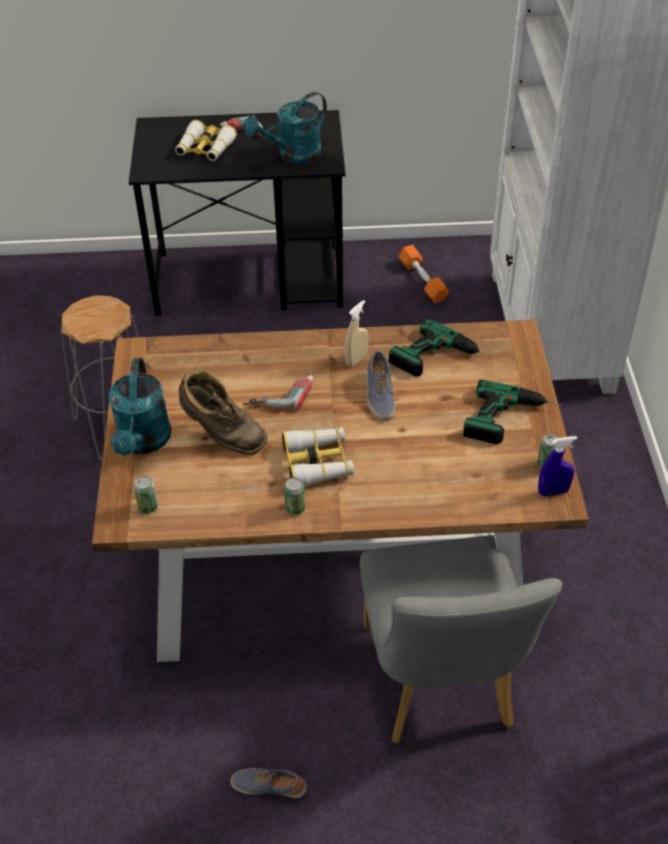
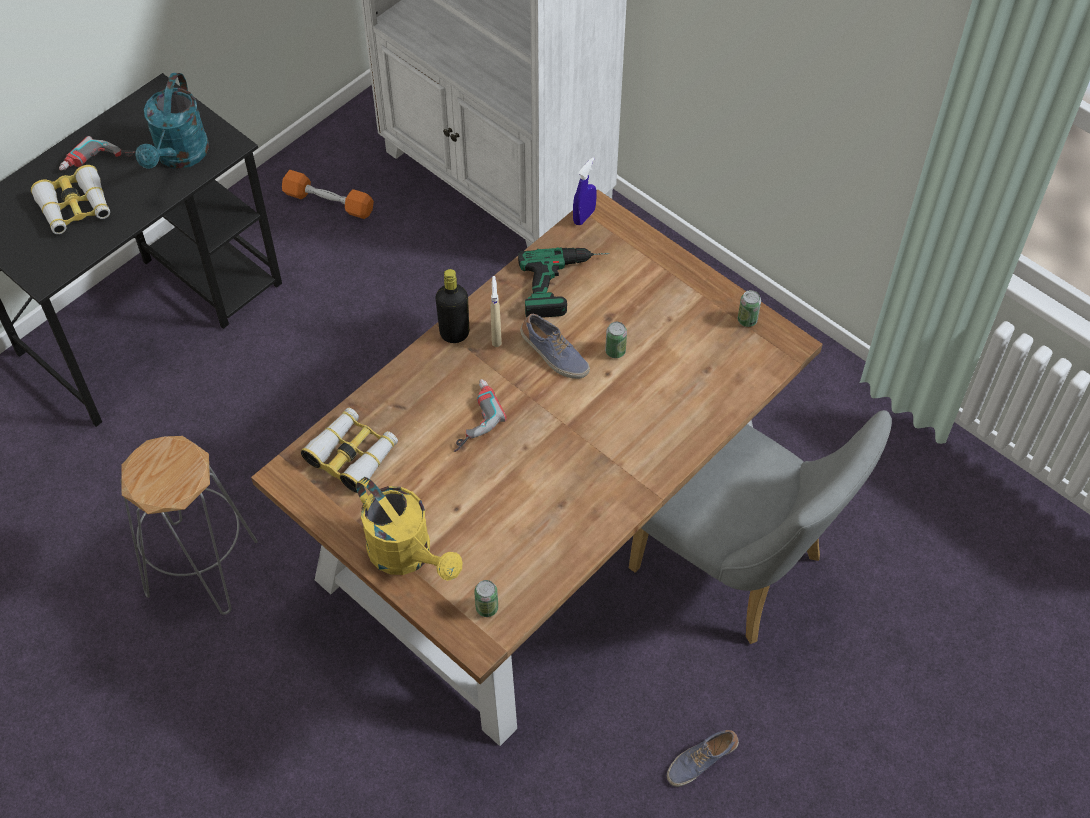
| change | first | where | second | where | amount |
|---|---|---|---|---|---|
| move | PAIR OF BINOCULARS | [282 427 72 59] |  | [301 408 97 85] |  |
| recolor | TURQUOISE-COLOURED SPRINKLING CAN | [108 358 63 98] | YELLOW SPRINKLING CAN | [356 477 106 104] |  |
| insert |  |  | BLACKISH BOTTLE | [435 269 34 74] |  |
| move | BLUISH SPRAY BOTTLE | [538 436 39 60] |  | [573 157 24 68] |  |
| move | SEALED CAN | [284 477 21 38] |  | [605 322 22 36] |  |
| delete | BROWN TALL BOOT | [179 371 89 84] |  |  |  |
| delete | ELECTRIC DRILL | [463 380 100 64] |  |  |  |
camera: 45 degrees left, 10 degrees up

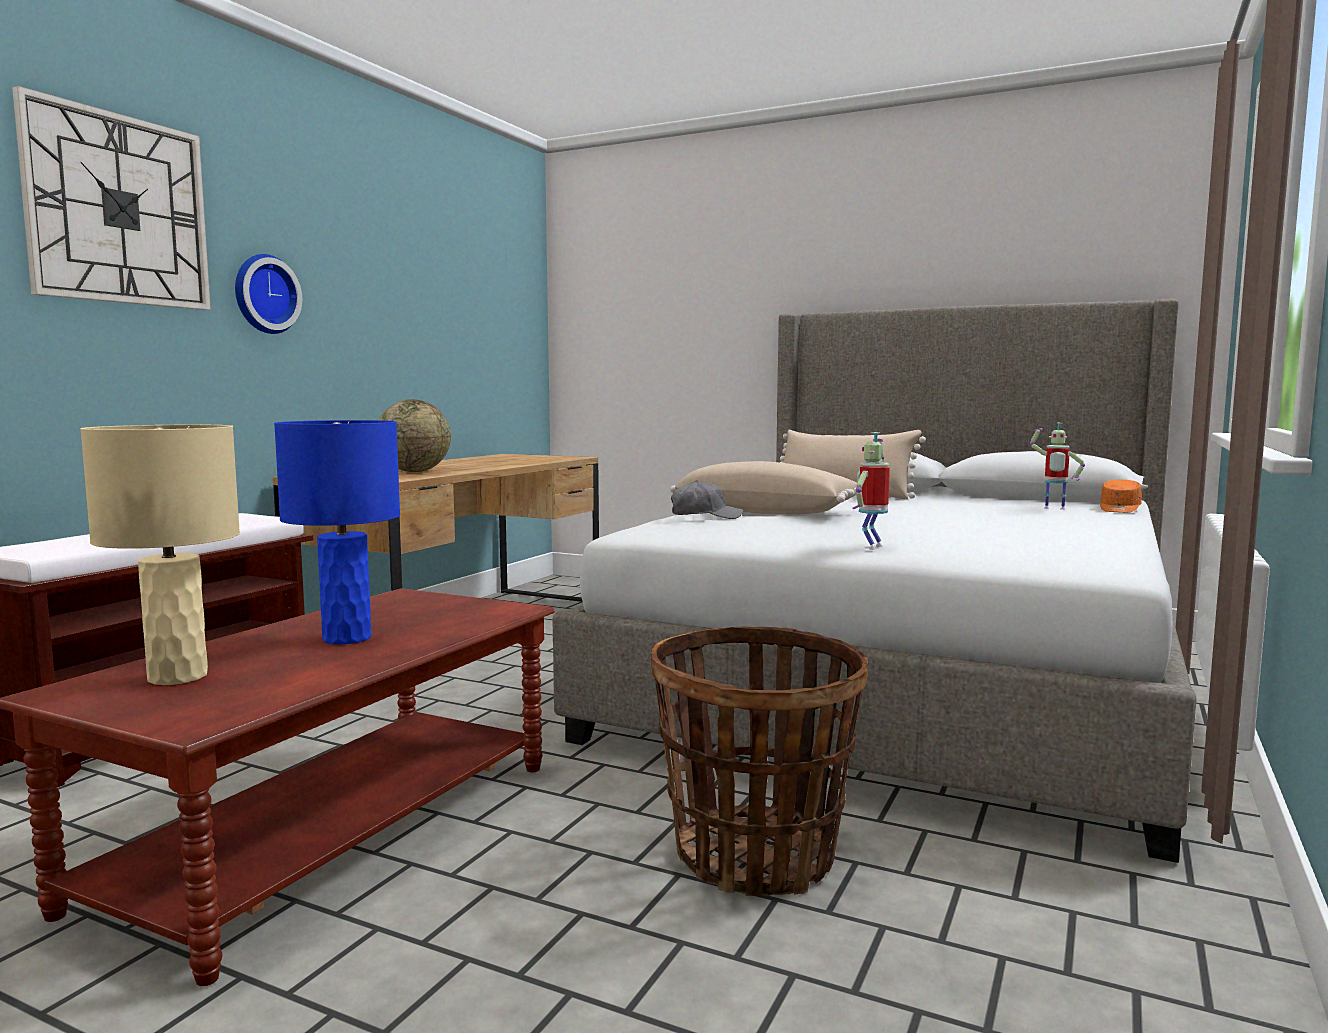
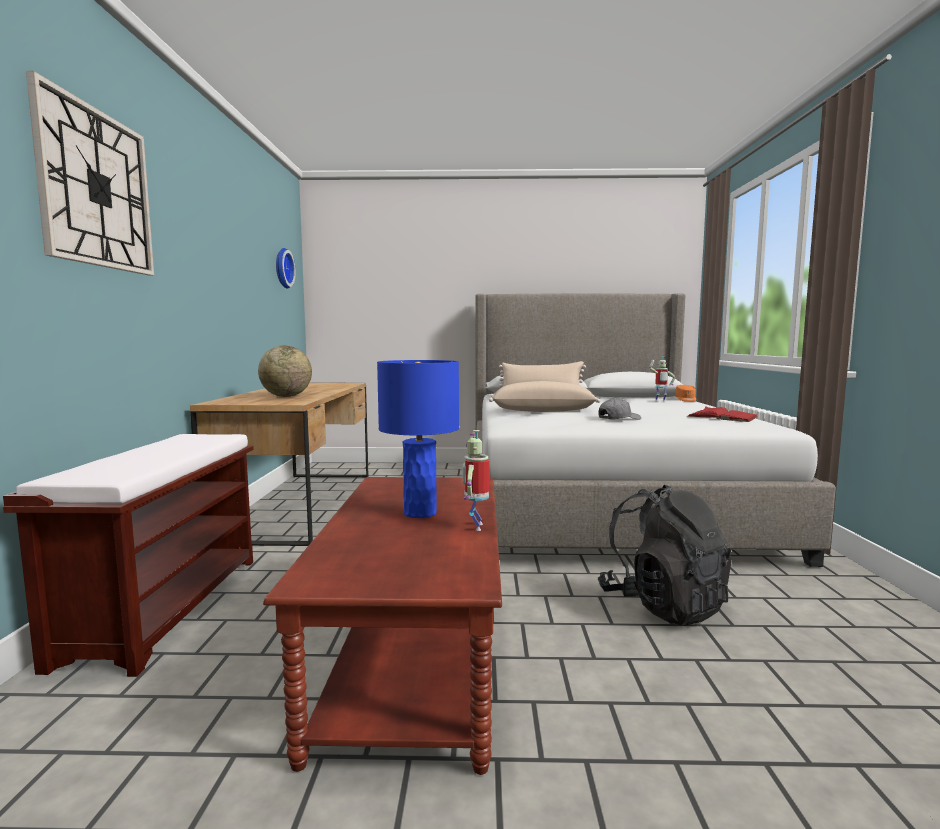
| change | first | where | second | where | amount |
|---|---|---|---|---|---|
| move | CLOCK ON THE WALL | [235 254 67 80] |  | [276 248 20 41] |  |
| move | MODEL ROBOT | [853 432 37 118] |  | [462 430 27 101] |  |
| move | GREY PEAKED CAP | [671 480 72 39] |  | [598 398 43 22] |  |
| replace | BASKET | [651 626 217 270] | BLACKISH RUCKSACK | [598 485 134 141] |  |
| insert |  |  | RED-COLOURED VOLUME | [687 406 71 16] |  |
| delete | SAND-COLOURED LAMP FOR A TABLE | [80 425 160 260] |  |  |  |
camera: 25 degrees left, 0 degrees up

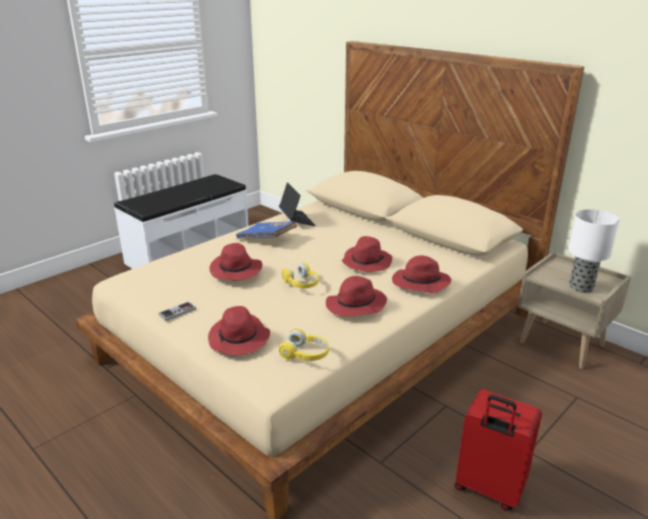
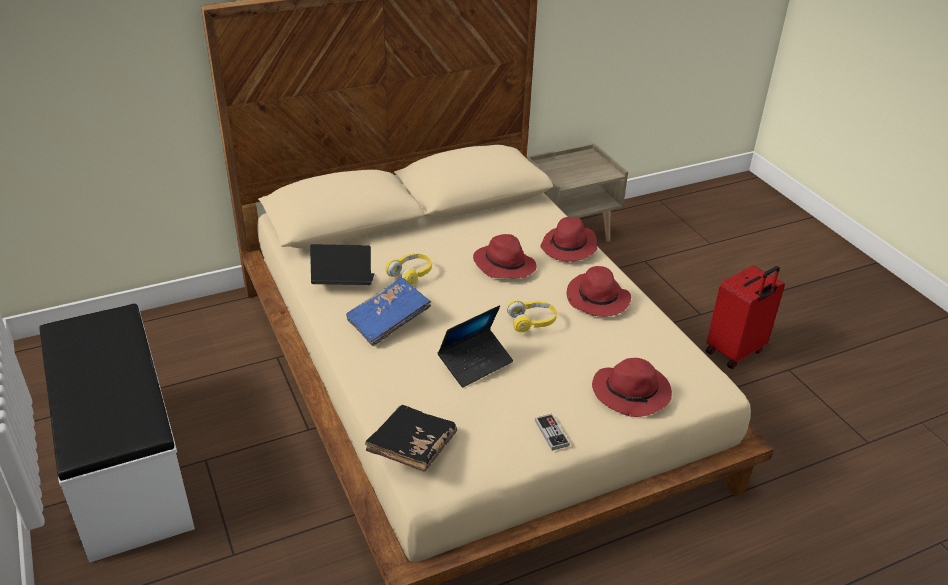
| change | first | where | second | where | amount |
|---|---|---|---|---|---|
| insert |  |  | BLACKISH VOLUME | [365 405 92 67] |  |
| move | YELLOW HEADSET | [279 329 50 32] |  | [385 253 47 32] |  |
| replace | RED-COLOURED WEARABLE HAT | [210 243 52 37] | LAPTOP | [437 305 76 83] |  |
| delete | LAMP FOR A TABLE | [569 209 51 84] |  |  |  |
camera: 70 degrees left, 10 degrees up

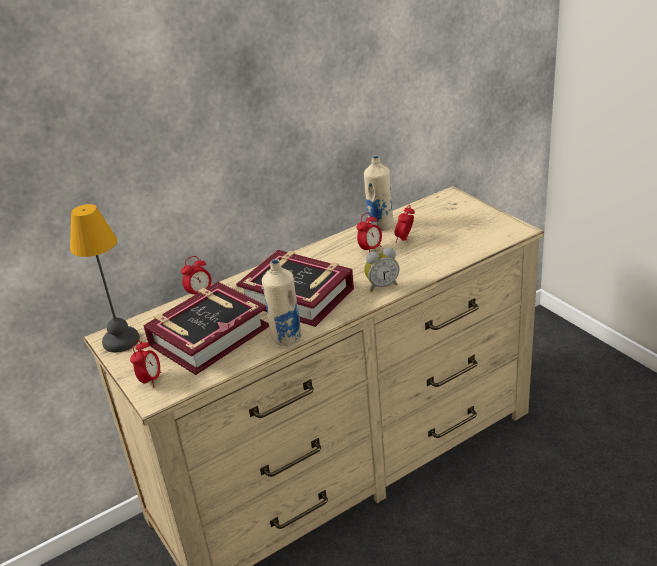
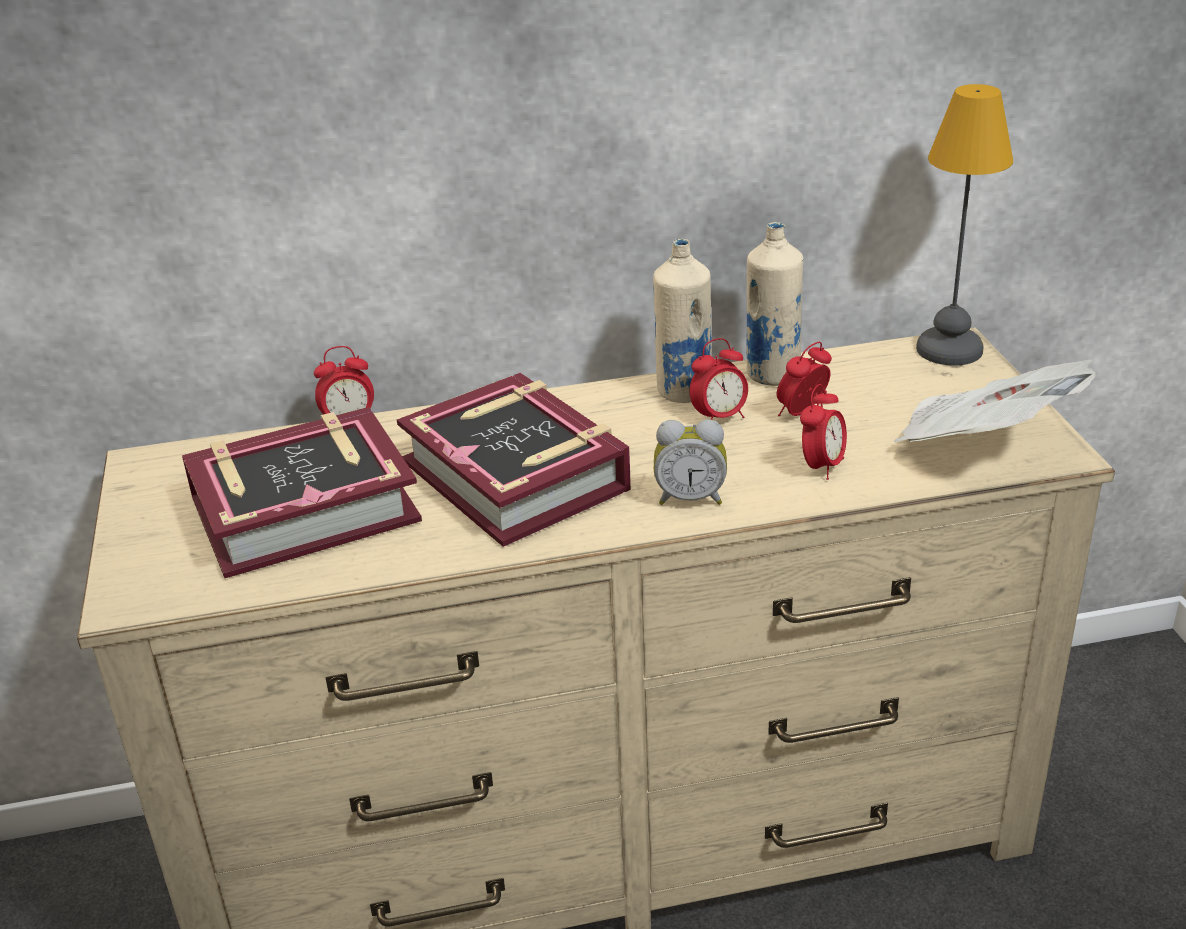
| change | first | where | second | where | amount |
|---|---|---|---|---|---|
| move | SAND-COLOURED BOTTLE | [262 259 40 87] |  | [653 239 59 164] |  |
| move | ALARM CLOCK | [130 340 31 48] |  | [800 384 47 96] |  |
| insert |  |  | PRINTED PAPER | [894 360 201 82] |  |
| move | LAMP FOR A TABLE | [70 204 70 149] |  | [916 84 97 282] |  |
camera: 20 degrees right, 0 degrees up

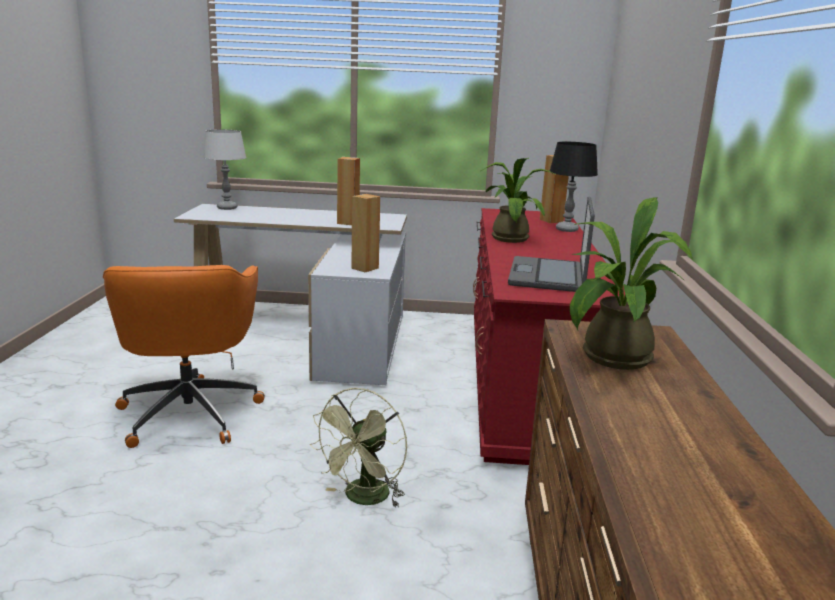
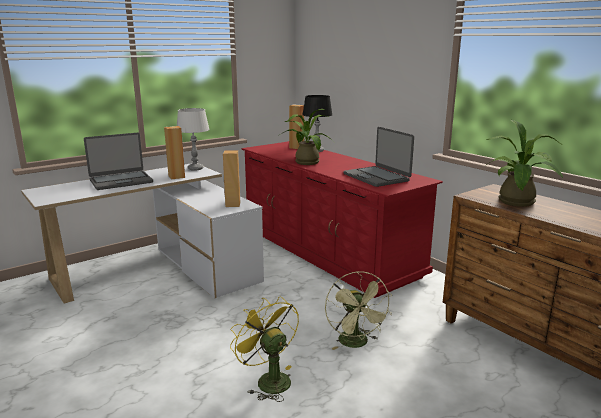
| change | first | where | second | where | amount |
|---|---|---|---|---|---|
| insert |  |  | LAPTOP | [84 133 69 57] |  |
| move | GREY LAMP FOR A TABLE | [203 130 43 80] |  | [177 108 33 63] |  |
| insert |  |  | YELLOW FAN | [230 296 69 106] |  |
| delete | ORANGE-COLOURED OFFICE CHAIR | [103 265 162 183] |  |  |  |
camera: 40 degrees left, 0 degrees up

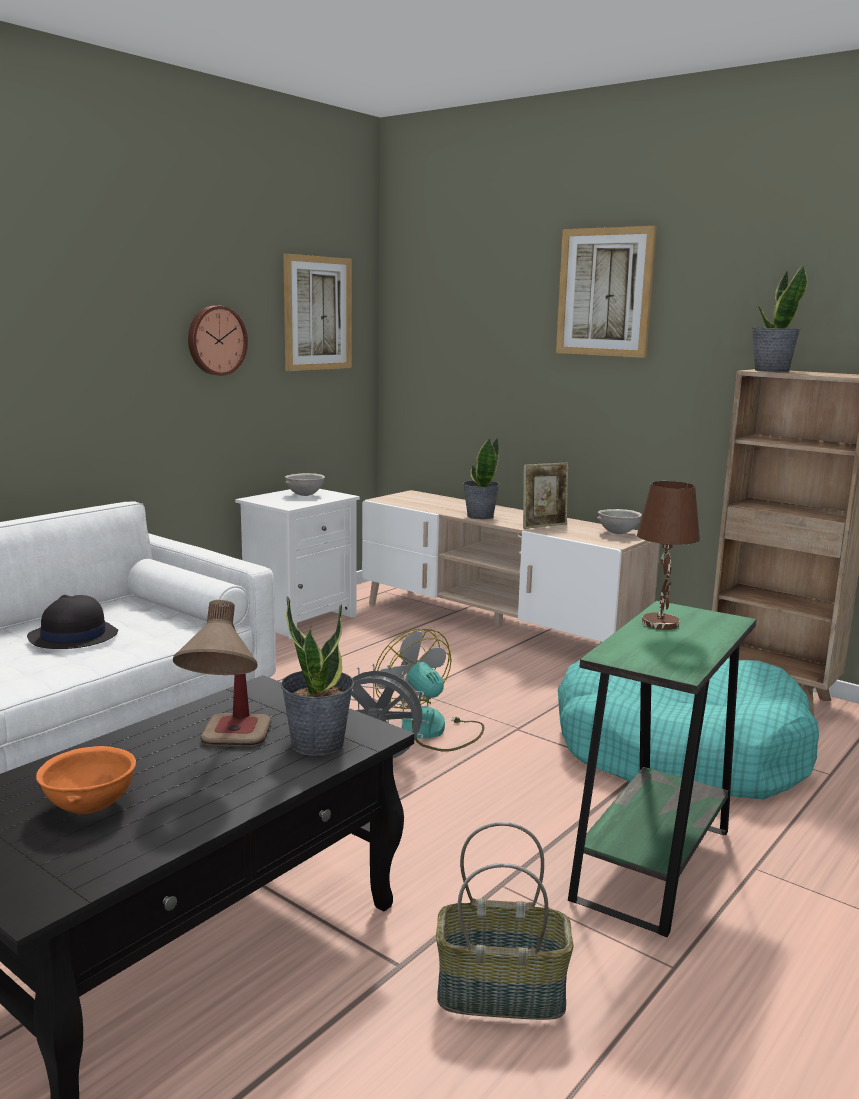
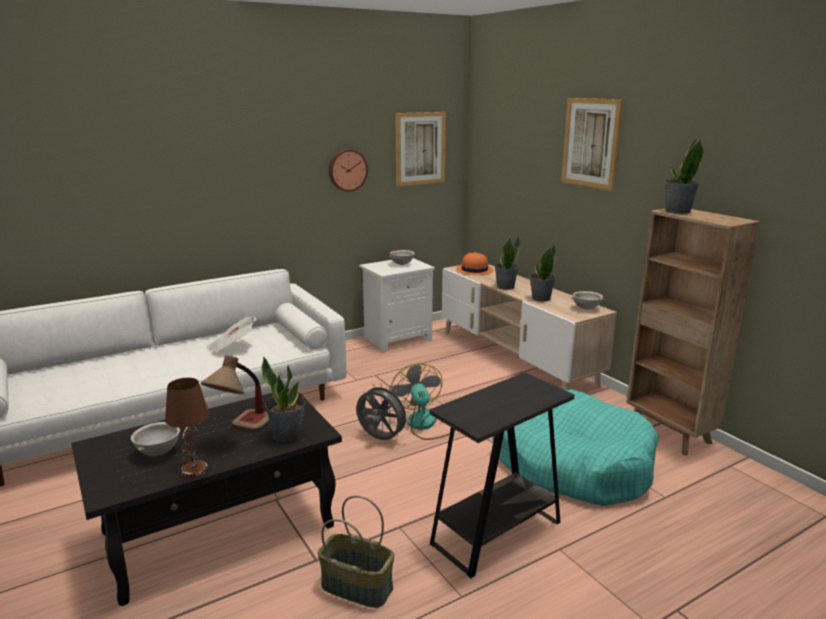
| change | first | where | second | where | amount |
|---|---|---|---|---|---|
| recolor | ORANGE-COLOURED BOWL | [36 746 100 68] | GREY BOWL | [131 422 49 34] |  |
| move | BROWN LAMP FOR A TABLE | [637 481 63 149] |  | [165 378 44 100] |  |
| replace | BLACKISH WEARABLE HAT | [27 595 91 54] | PRINTED PAPER | [207 316 50 37] |  |
| recolor | GREENISH SIDE TABLE | [568 601 188 336] | BLACKISH SIDE TABLE | [430 372 144 206] |  |
| insert |  |  | ORANGE-COLOURED WEARABLE HAT | [456 252 37 23] |  |
| replace | PICTURE FRAME | [523 463 45 66] | PLANT IN A POT | [530 245 26 56] |  |
camera: 20 degrees right, 5 degrees up

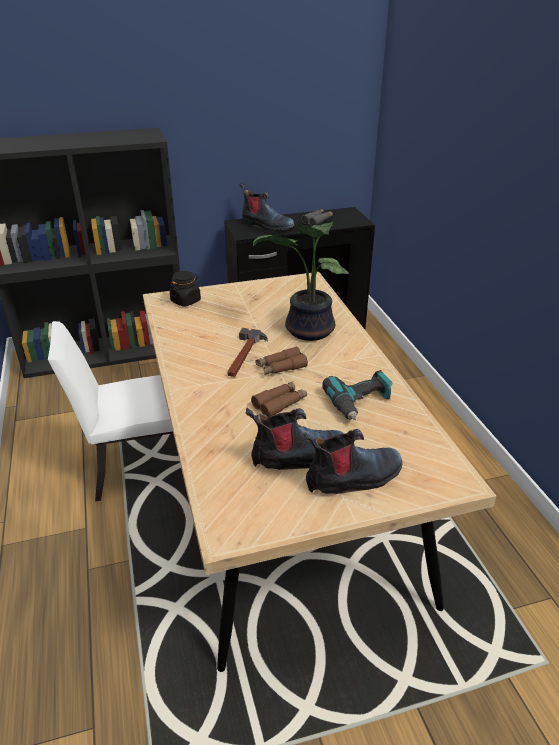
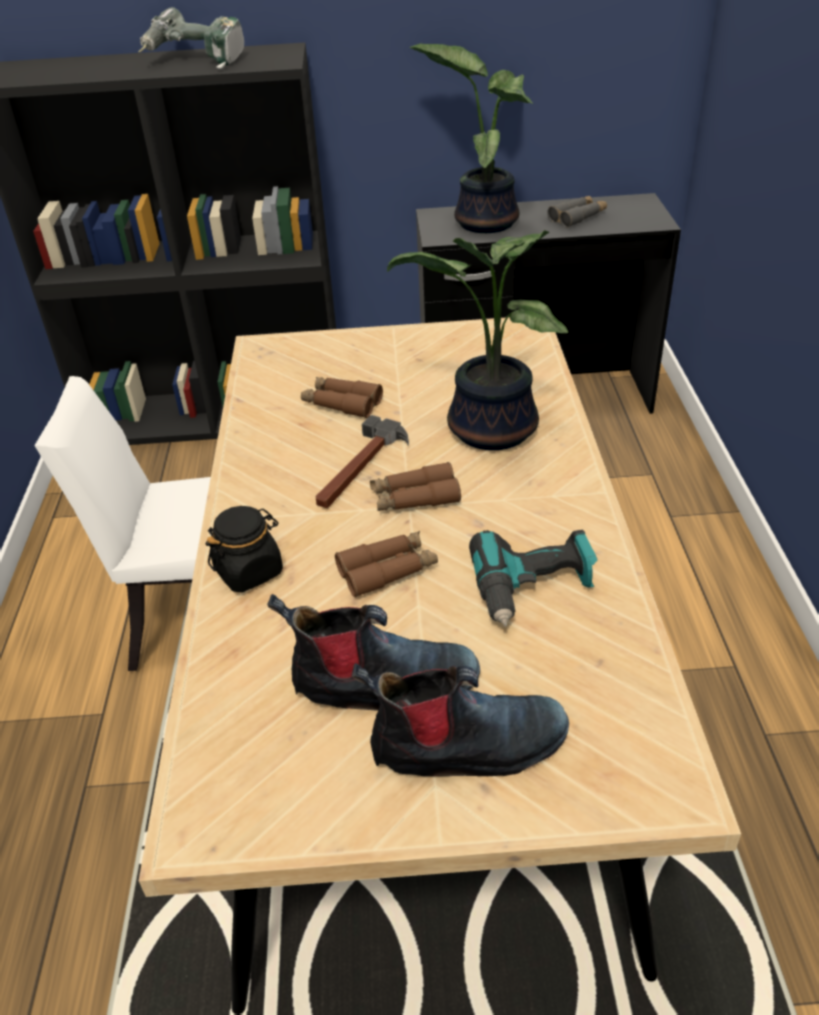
| change | first | where | second | where | amount |
|---|---|---|---|---|---|
| insert |  |  | ELECTRIC DRILL | [138 7 106 62] |  |
| move | BLACKISH PRESERVE JAR | [170 271 31 36] |  | [206 506 77 87] |  |
| insert |  |  | BROWN PAIR OF BINOCULARS | [301 377 82 41] |  |
| replace | TALL BOOT | [239 183 56 48] | PLANT IN A POT | [410 44 124 189] |  |
camera: 15 degrees right, 5 degrees up

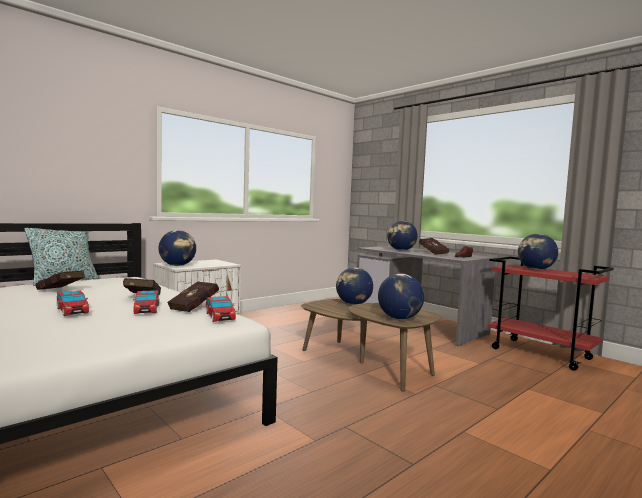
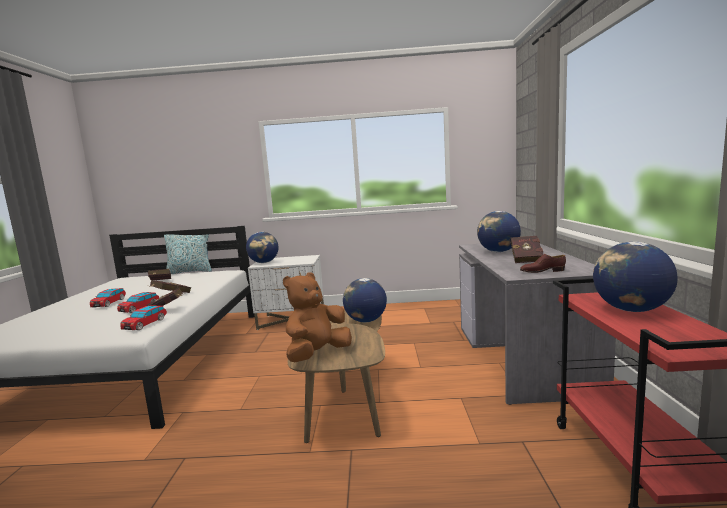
| change | first | where | second | where | amount |
|---|---|---|---|---|---|
| replace | DESK GLOBE | [378 273 46 46] | BROWN SOFT TOY | [283 272 69 90] |  |
camera: 45 degrees right, 5 degrees up

